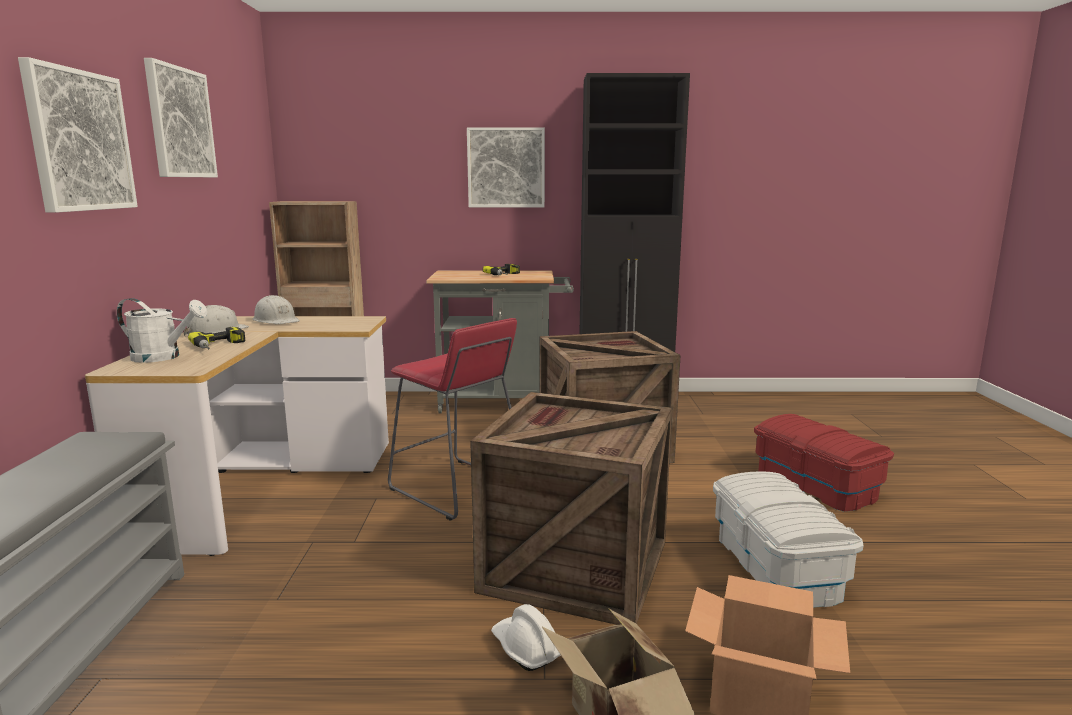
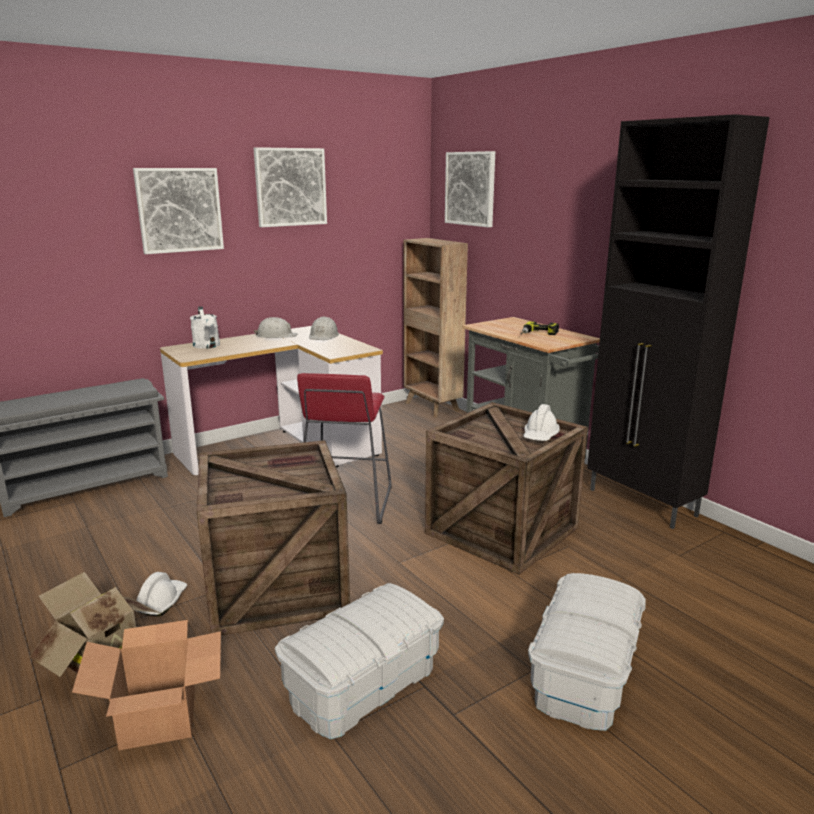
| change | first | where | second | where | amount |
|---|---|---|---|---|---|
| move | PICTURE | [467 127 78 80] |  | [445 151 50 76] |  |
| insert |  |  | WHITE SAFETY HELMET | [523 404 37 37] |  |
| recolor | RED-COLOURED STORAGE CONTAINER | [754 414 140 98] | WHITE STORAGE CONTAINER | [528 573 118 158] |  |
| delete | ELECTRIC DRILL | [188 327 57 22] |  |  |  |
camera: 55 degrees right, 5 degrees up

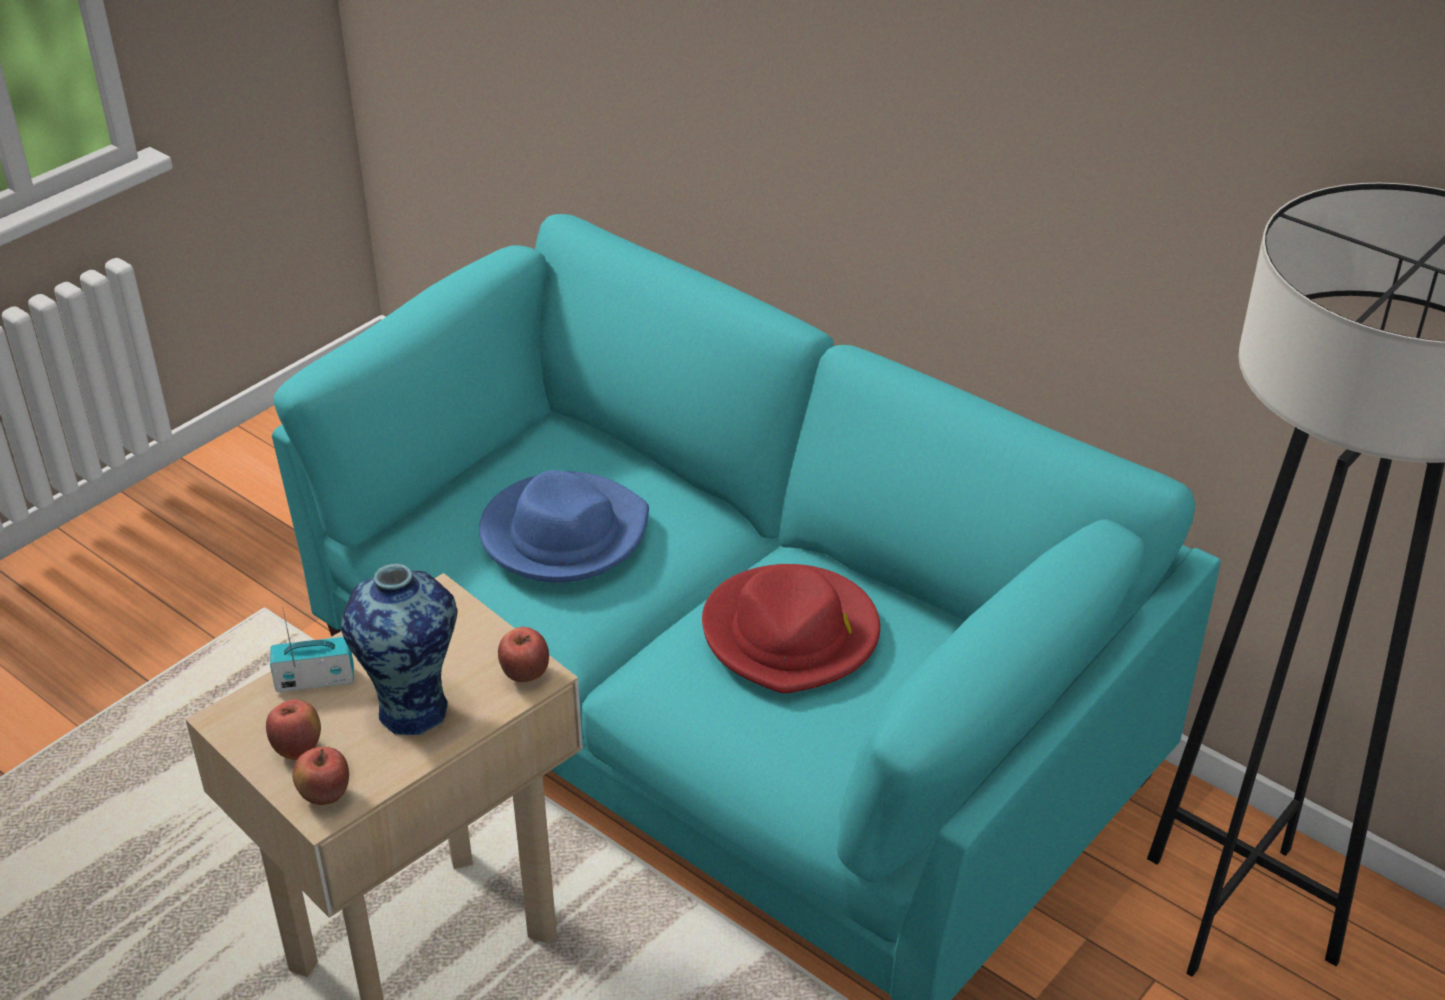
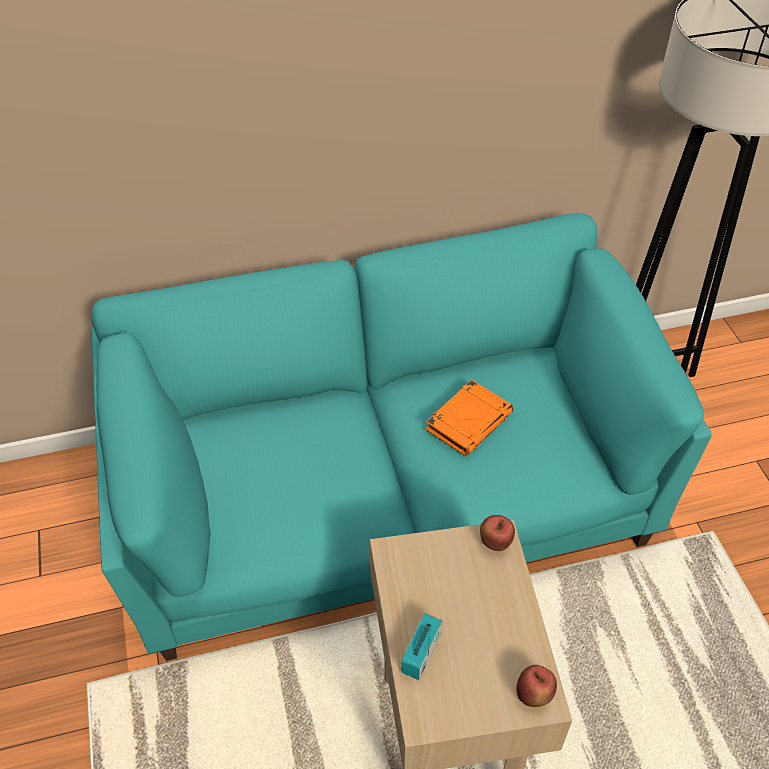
| change | first | where | second | where | amount |
|---|---|---|---|---|---|
| replace | RED-COLOURED WEARABLE HAT | [702 564 178 129] | ORANGE-COLOURED VOLUME | [426 380 87 76] |  |
| delete | APPLE FRUIT | [266 699 55 61] |  |  |  |
| delete | DECORATIVE VASE | [341 563 116 172] |  |  |  |
| delete | BLUISH WEARABLE HAT | [479 470 170 112] |  |  |  |
camera: 55 degrees left, 10 degrees up

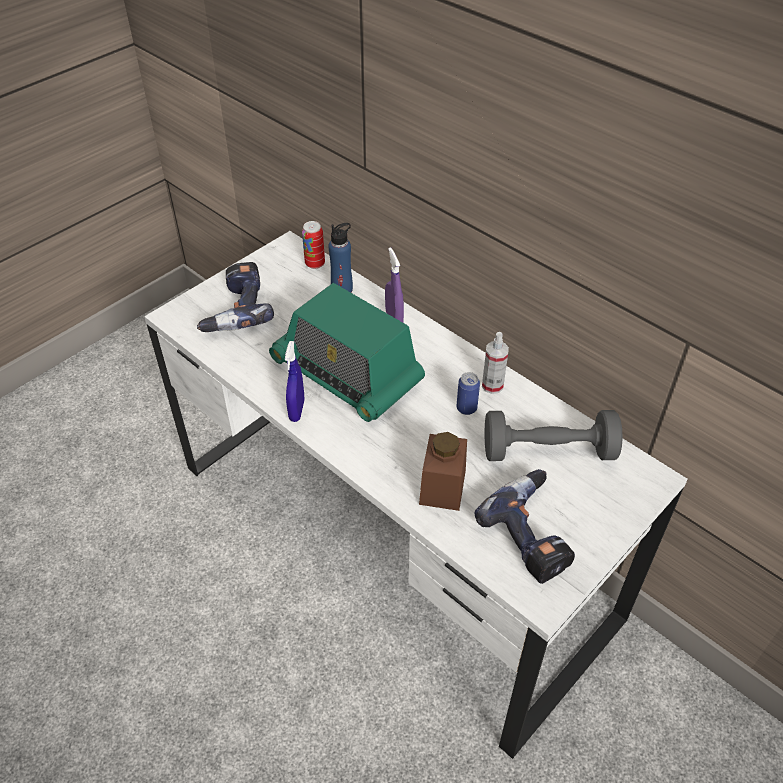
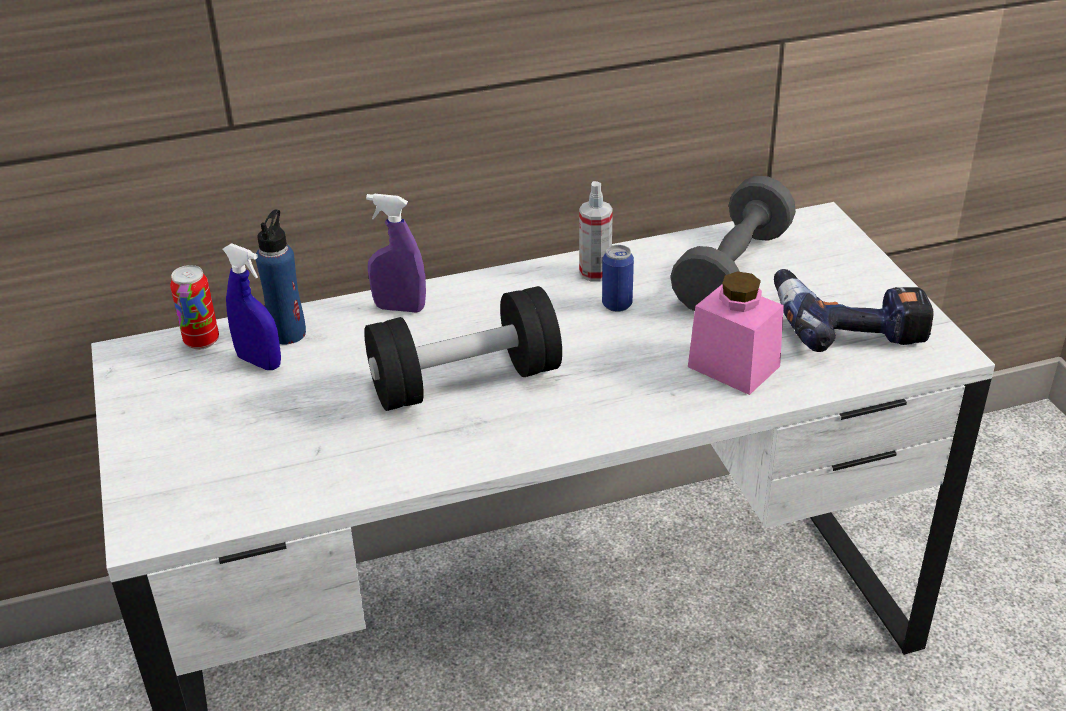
| change | first | where | second | where | amount |
|---|---|---|---|---|---|
| move | BLUISH SPRAY BOTTLE | [285 341 19 81] |  | [223 243 58 127] |  |
| replace | RADIO SET | [269 283 156 139] | BLACKISH FREE WEIGHT | [364 286 198 125] |  |
| recolor | BROWN PRESERVE JAR | [419 432 48 79] | PINKISH PRESERVE JAR | [688 272 96 123] |  |
| delete | ELECTRIC DRILL | [197 262 77 70] |  |  |  |
camera: 60 degrees left, 10 degrees down

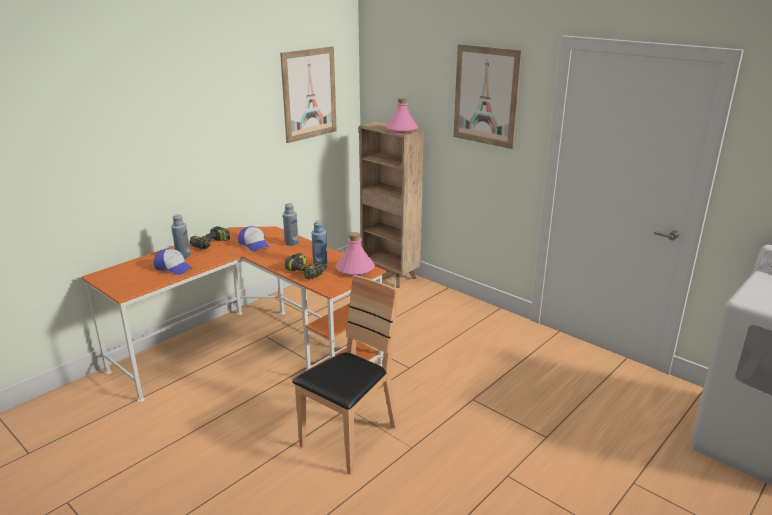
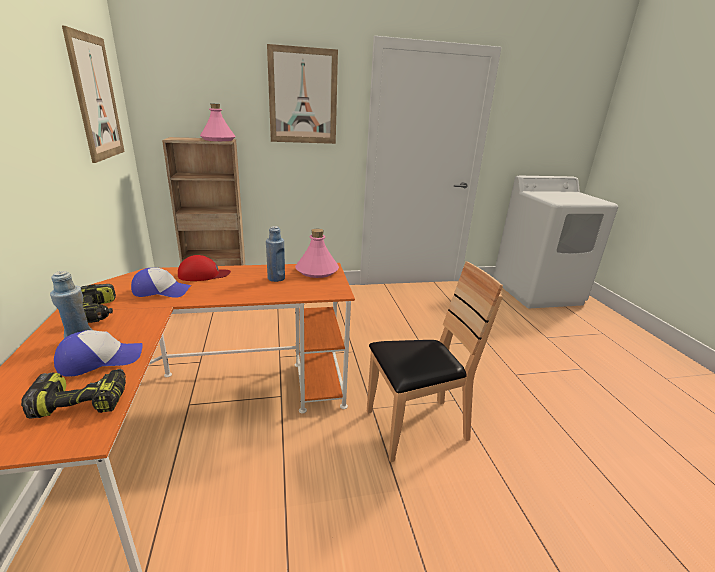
| change | first | where | second | where | amount |
|---|---|---|---|---|---|
| move | ELECTRIC DRILL | [285 253 42 27] |  | [21 369 105 50] |  |
| replace | BLUISH BOTTLE | [283 203 16 43] | RED-COLOURED PEAKED CAP | [178 255 53 26] |  |
| rotate | BROWN PLAIN CHAIR | [292 275 106 200] |  | [367 261 136 201] | 90 degrees clockwise |
camera: 55 degrees left, 0 degrees up

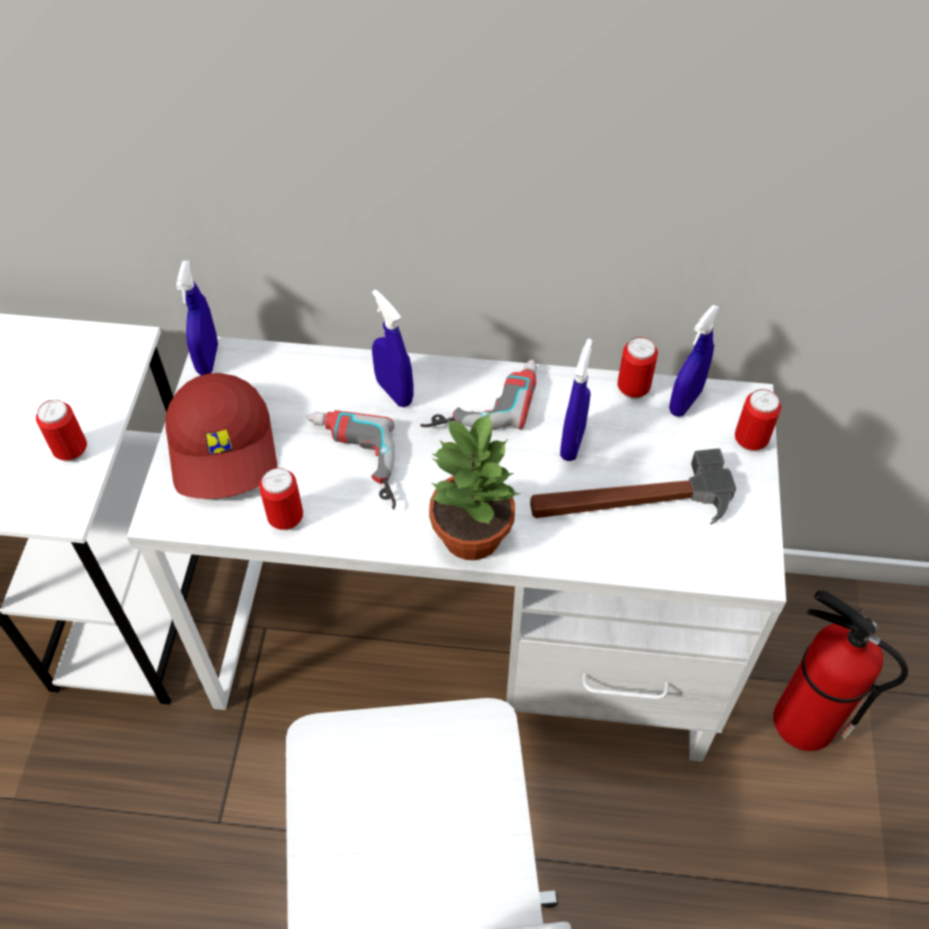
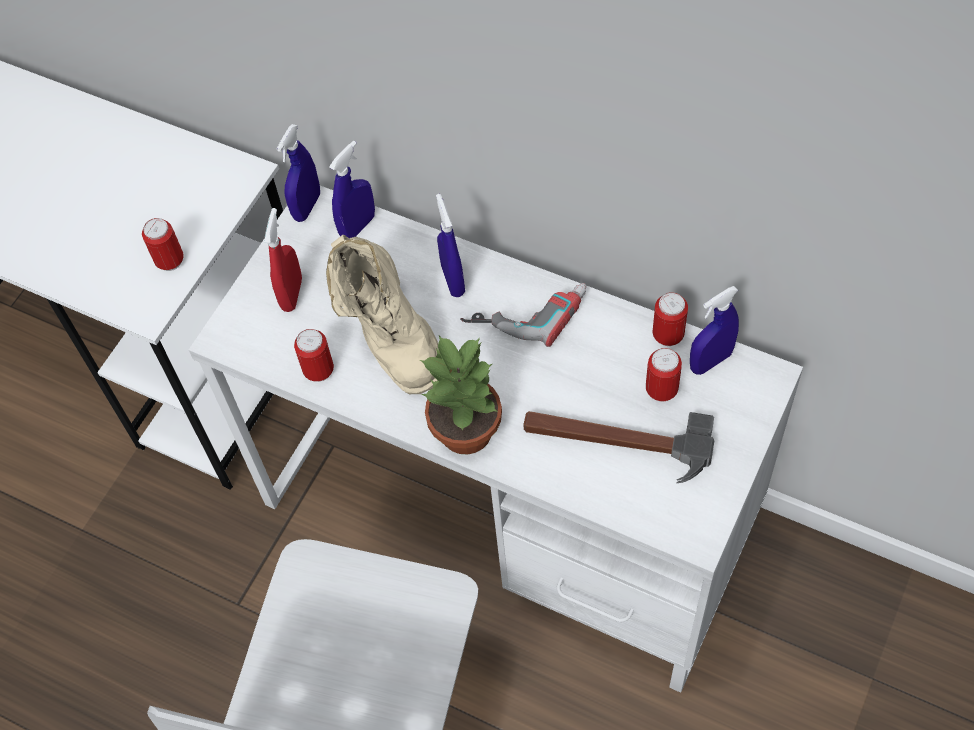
| change | first | where | second | where | amount |
|---|---|---|---|---|---|
| replace | RED-COLOURED PEAKED CAP | [165 373 112 126] | RED-COLOURED SPRAY BOTTLE | [264 208 38 104] |  |
| replace | ELECTRIC DRILL | [307 410 89 100] | SAND-COLOURED TALL BOOT | [326 235 113 159] |  |
| move | BLUISH SPRAY BOTTLE | [560 339 33 122] |  | [329 141 46 97] |  |
| move | SEALED CAN | [735 389 46 63] |  | [646 348 36 53] |  |
| delete | FIRE EXTINGUISHER | [773 590 135 161] |  |  |  |
camera: 25 degrees right, 5 degrees up

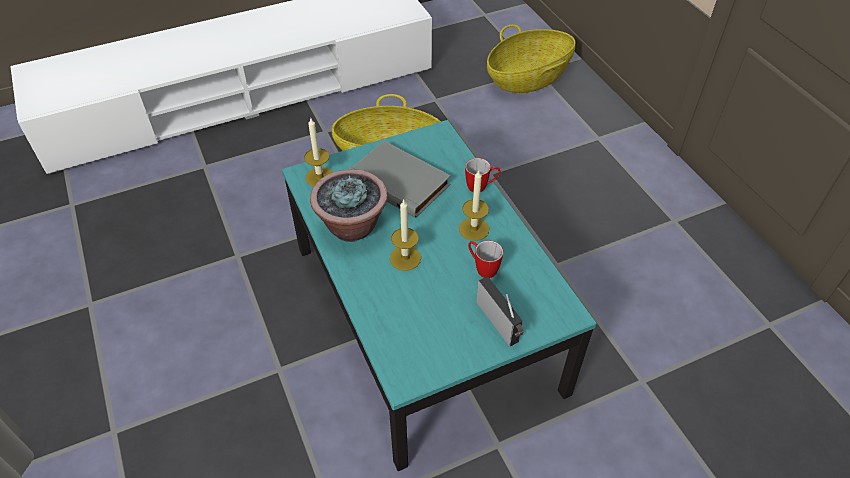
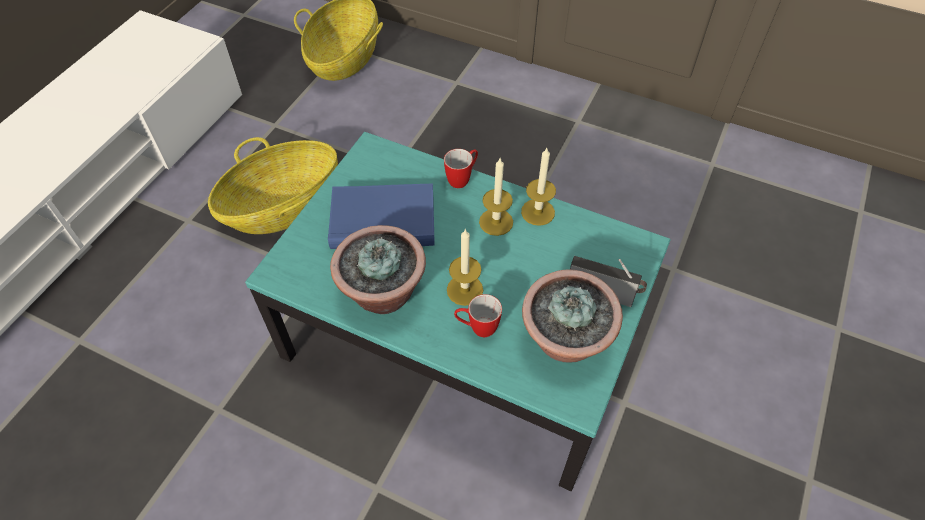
| change | first | where | second | where | amount |
|---|---|---|---|---|---|
| recolor | GREY VOLUME | [349 140 102 78] | BLUISH VOLUME | [328 184 107 65] |  |
| move | TEA MUG | [468 240 35 38] |  | [454 294 48 43] |  |
| move | WAX LIGHT | [304 118 29 69] |  | [521 148 35 78] |  |
| insert |  |  | PLANT IN A POT | [522 269 101 94] |  |
camera: 40 degrees left, 5 degrees up

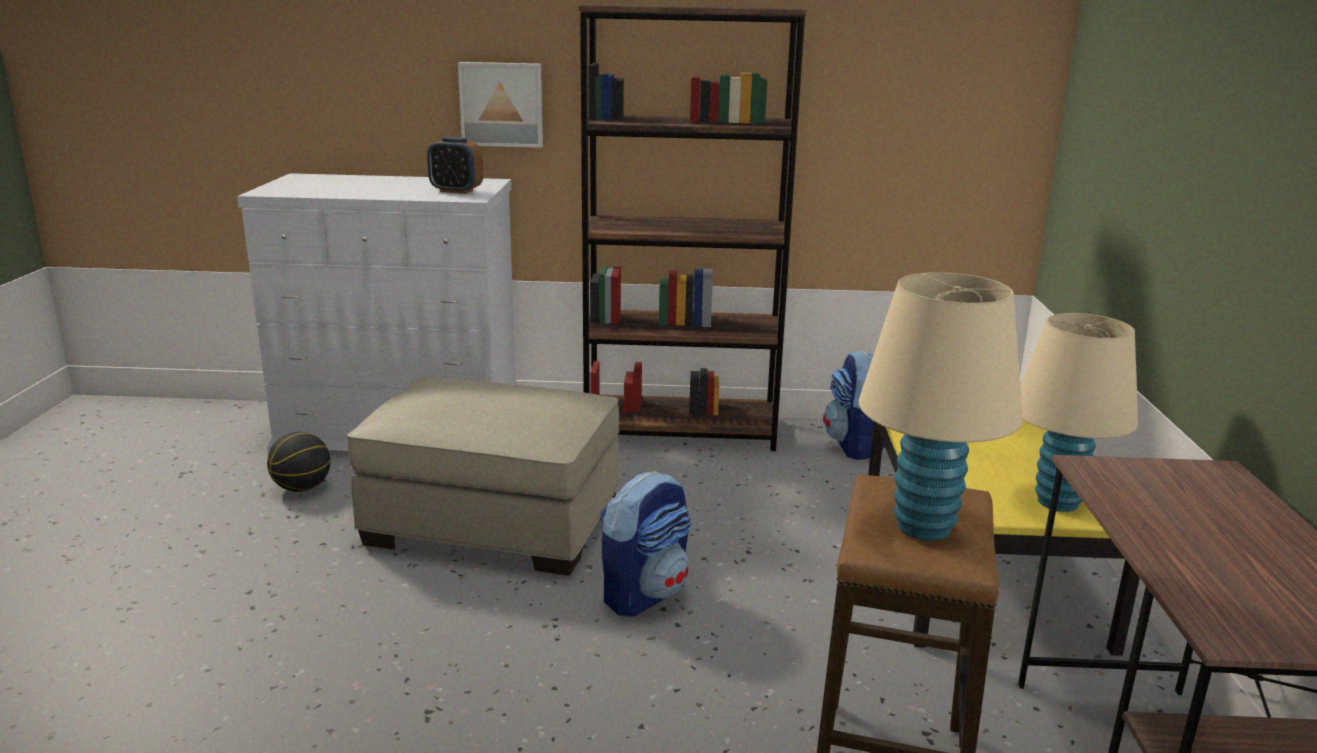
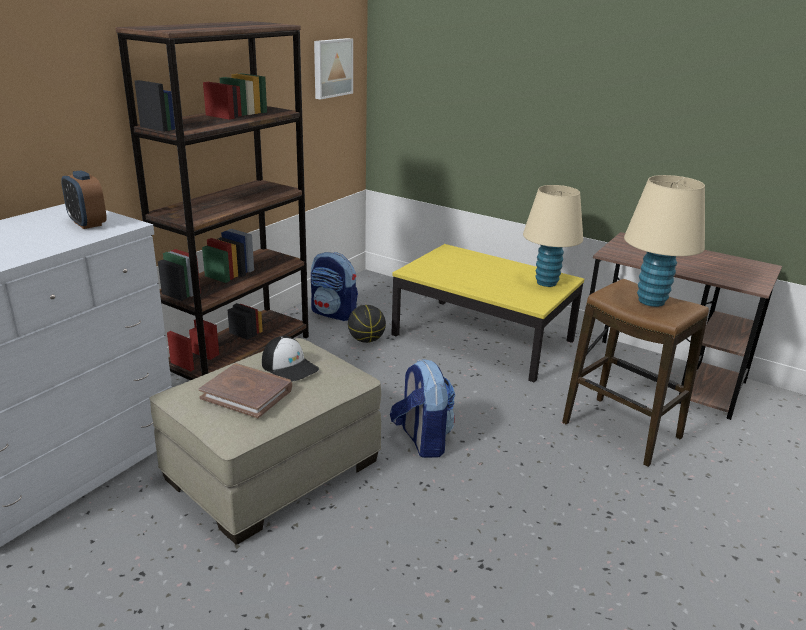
| change | first | where | second | where | amount |
|---|---|---|---|---|---|
| rotate | ALARM CLOCK | [427 137 57 57] |  | [61 170 45 59] | 90 degrees clockwise |
| insert |  |  | BROWN VOLUME | [199 363 93 55] |  |
| insert |  |  | PEAKED CAP | [262 336 57 46] |  |
| move | PICTURE | [458 62 85 86] |  | [314 38 39 62] |  |
| move | BALL FOR BASKETBALL | [267 432 64 60] |  | [348 305 38 38] |  |
camera: 60 degrees left, 5 degrees up

